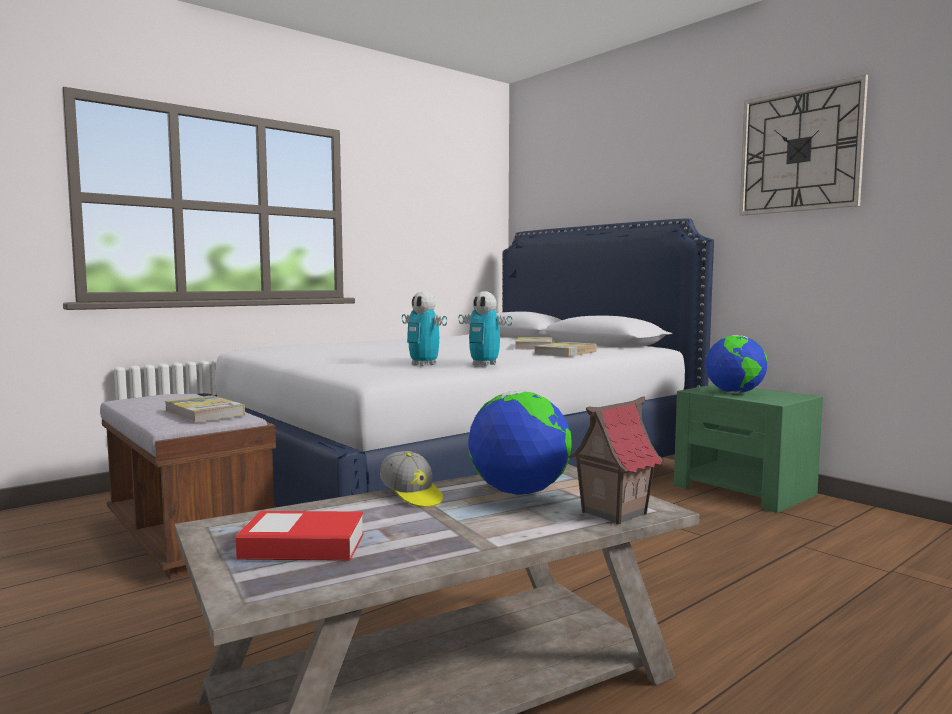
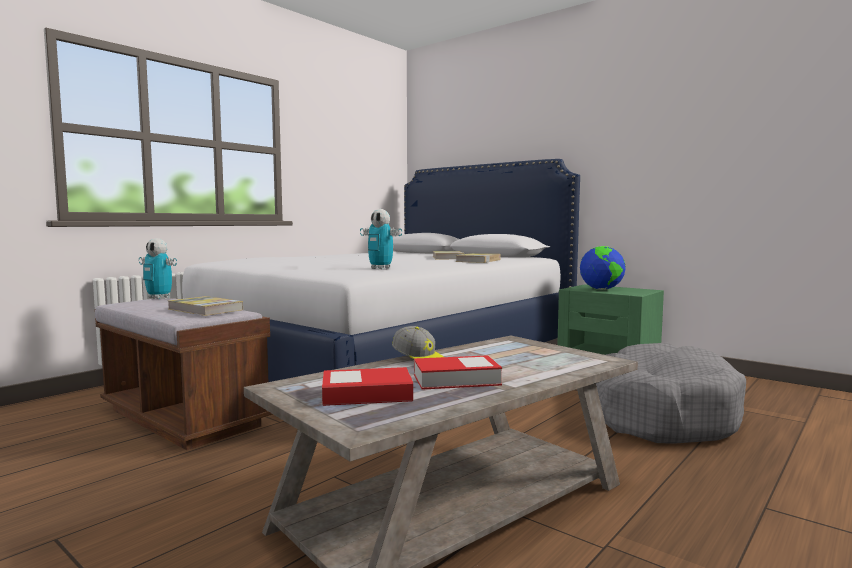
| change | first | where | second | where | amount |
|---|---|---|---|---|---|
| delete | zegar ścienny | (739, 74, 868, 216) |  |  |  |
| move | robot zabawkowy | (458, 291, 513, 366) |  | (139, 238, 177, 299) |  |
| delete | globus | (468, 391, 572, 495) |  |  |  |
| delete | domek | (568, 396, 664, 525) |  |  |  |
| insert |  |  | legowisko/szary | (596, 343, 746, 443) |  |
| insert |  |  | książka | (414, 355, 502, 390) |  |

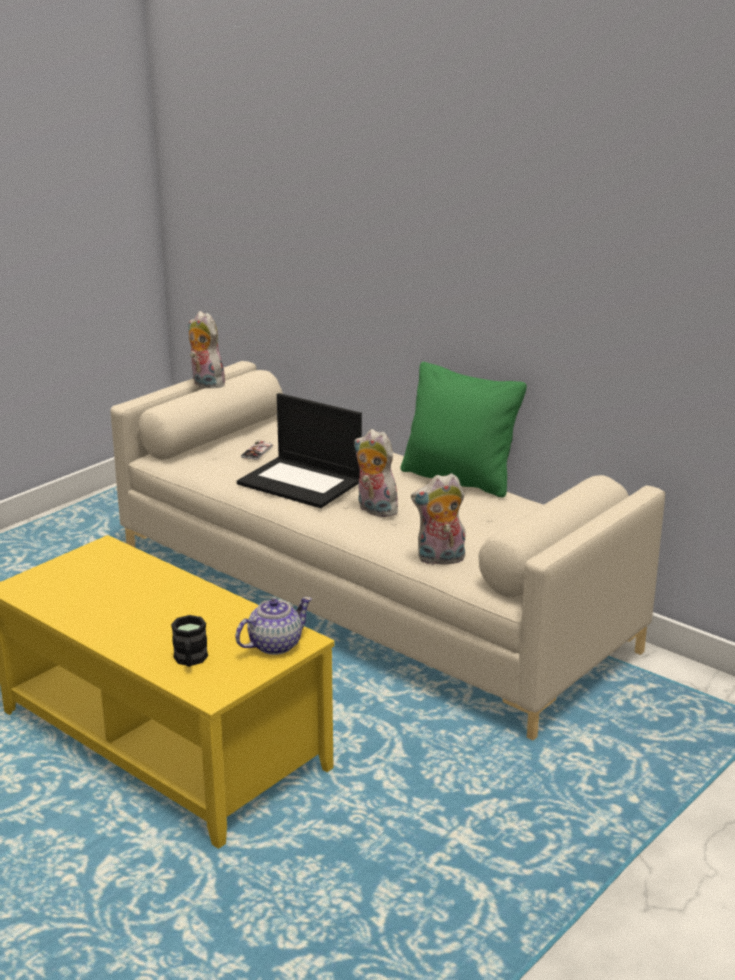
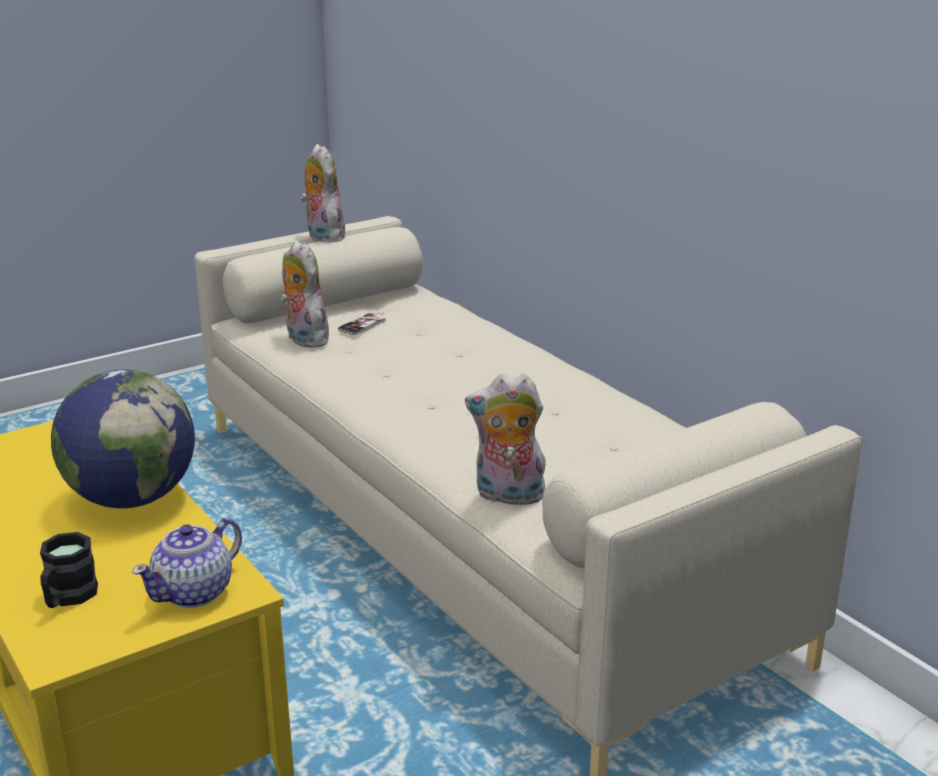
| change | first | where | second | where | amount |
|---|---|---|---|---|---|
| delete | poduszka/zielony | (400, 362, 527, 498) |  |  |  |
| delete | laptop | (237, 393, 362, 508) |  |  |  |
| move | pluszak | (354, 429, 402, 517) |  | (280, 240, 332, 348) |  |
| rotate | imbryk | (235, 597, 312, 655) |  | (132, 518, 242, 608) | 150 degrees clockwise |
| insert |  |  | globus | (51, 369, 195, 509) |  |

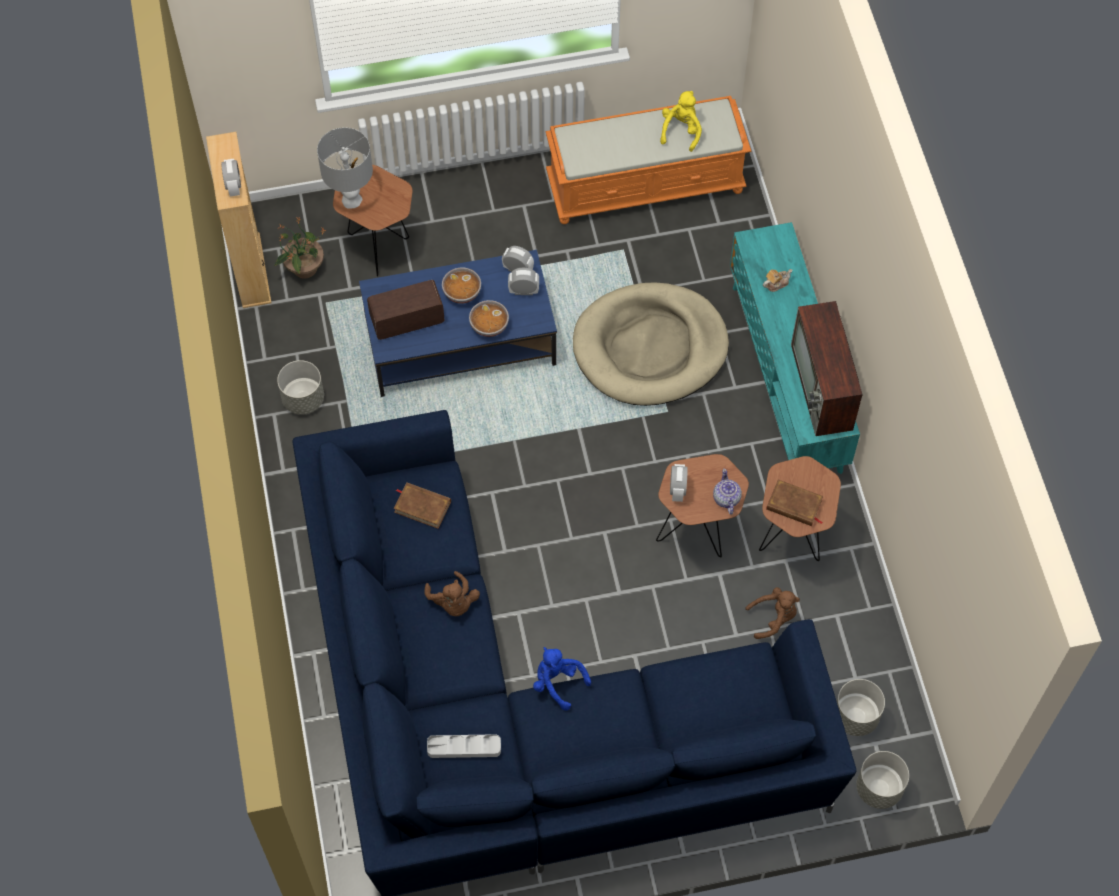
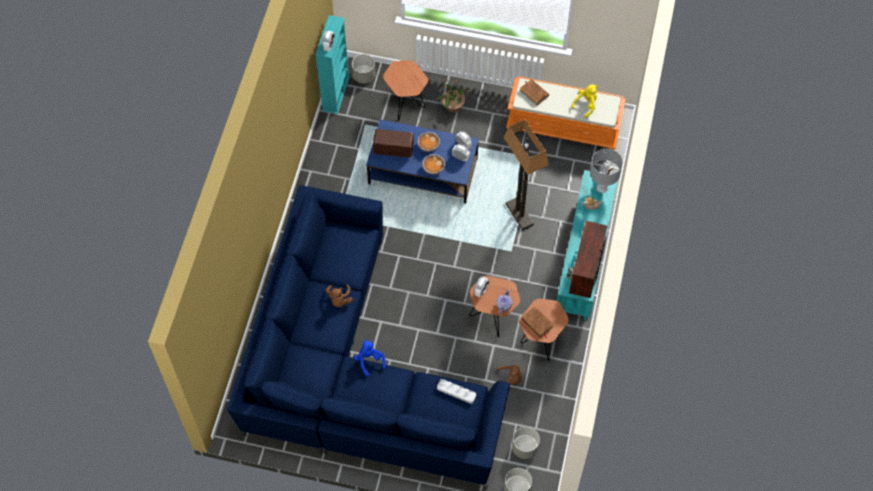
| change | first | where | second | where | amount |
|---|---|---|---|---|---|
| move | lampa stołowa/szary | (317, 127, 373, 209) |  | (590, 149, 623, 193) |  |
| recolor | regał/beżowy | (206, 132, 271, 308) | regał/turkusowy | (315, 15, 350, 114) |  |
| move | roślina doniczkowa | (274, 218, 326, 279) |  | (436, 78, 469, 113) |  |
| replace | legowisko/beżowy | (573, 282, 729, 406) | lampa stojąca | (504, 119, 549, 230) |  |
| move | donica/szary | (277, 360, 324, 415) |  | (352, 54, 376, 83) |  |
| move | książka/brązowy | (394, 482, 451, 529) |  | (520, 79, 549, 106) |  |
| move | taca/szary | (427, 734, 501, 758) |  | (437, 379, 476, 404) |  |

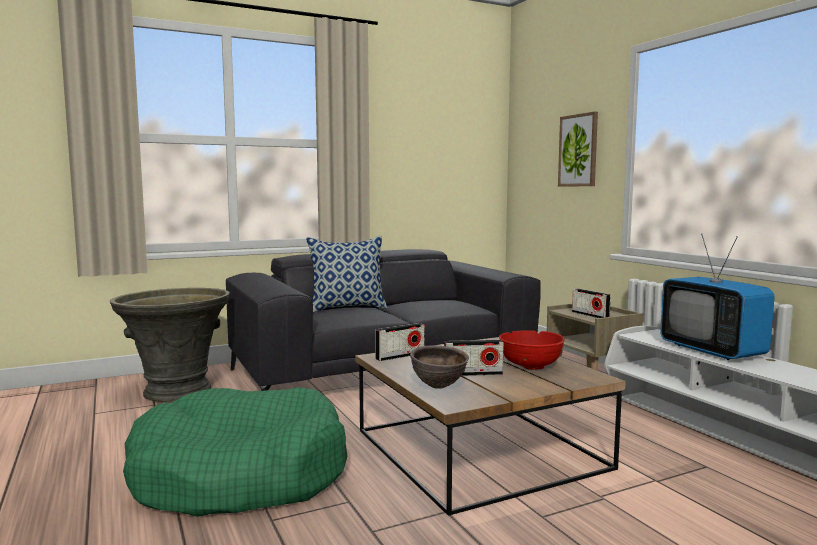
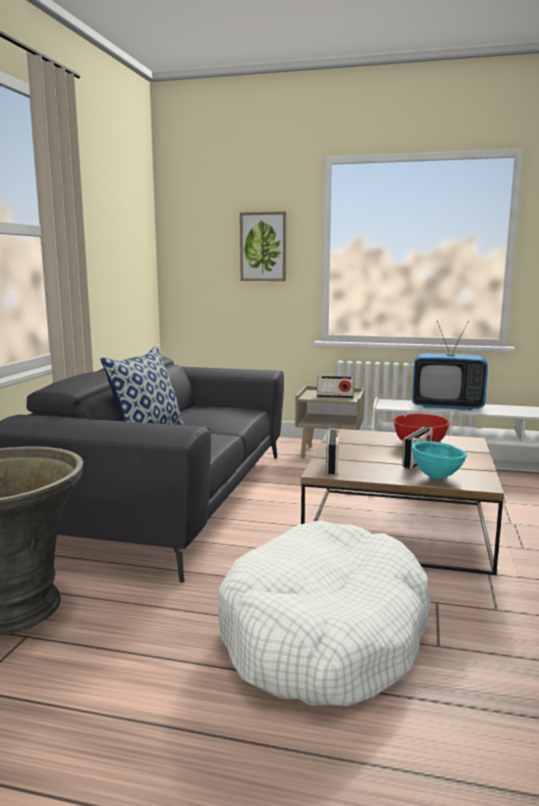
| change | first | where | second | where | amount |
|---|---|---|---|---|---|
| recolor | miska/brązowy | (410, 345, 469, 389) | miska/turkusowy | (412, 441, 467, 480) |  |
| recolor | legowisko/zielony | (123, 387, 347, 517) | legowisko/biały | (217, 520, 431, 706) |  |

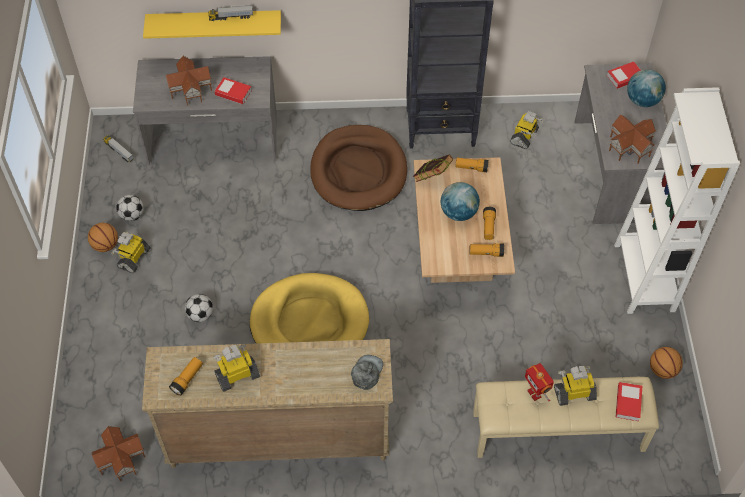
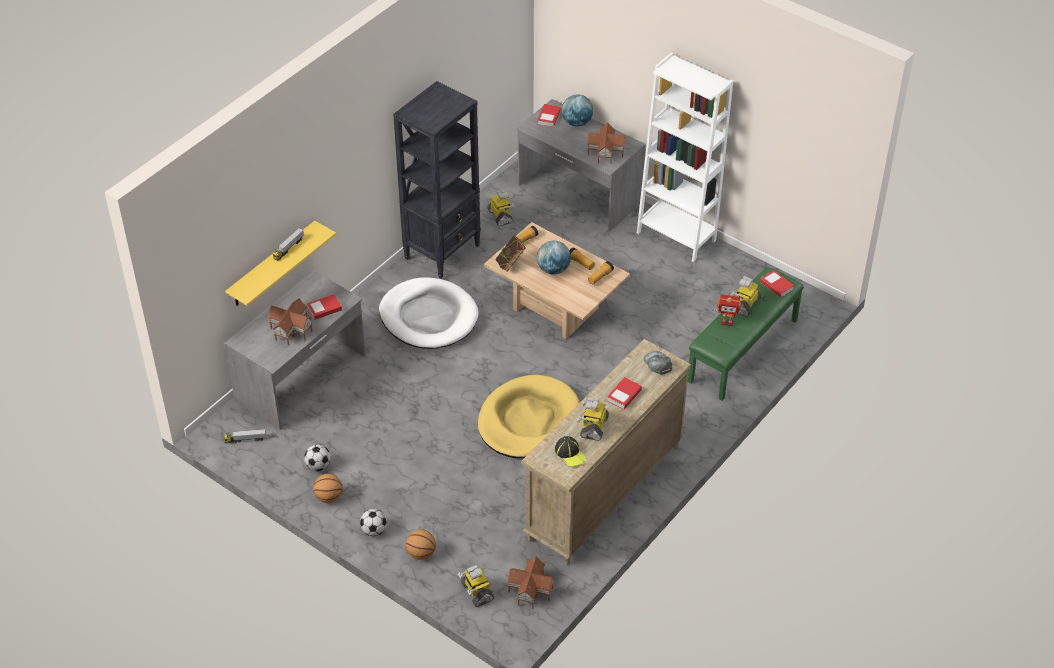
| change | first | where | second | where | amount |
|---|---|---|---|---|---|
| recolor | legowisko/brązowy | (310, 125, 407, 211) | legowisko/biały | (379, 277, 478, 349) |  |
| move | robot zabawkowy | (111, 231, 151, 273) |  | (458, 565, 494, 607) |  |
| move | piłka futbolowa | (185, 294, 213, 322) |  | (360, 509, 387, 536) |  |
| move | piłka do koszykówki | (650, 347, 683, 379) |  | (406, 530, 436, 560) |  |
| replace | latarka | (169, 357, 203, 396) | czapka z daszkiem | (555, 436, 586, 467) |  |
| recolor | ławka/beżowy | (473, 377, 659, 458) | ławka/zielony | (687, 267, 804, 401) |  |
| insert |  |  | książka | (607, 377, 642, 410) |  |

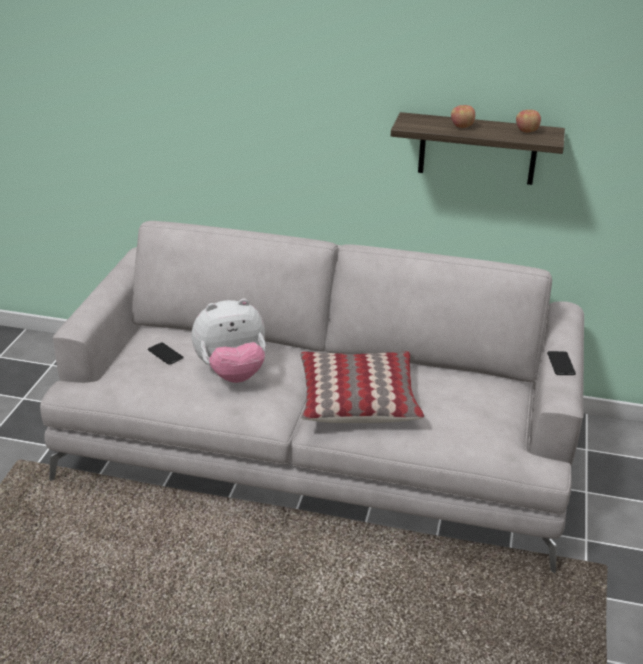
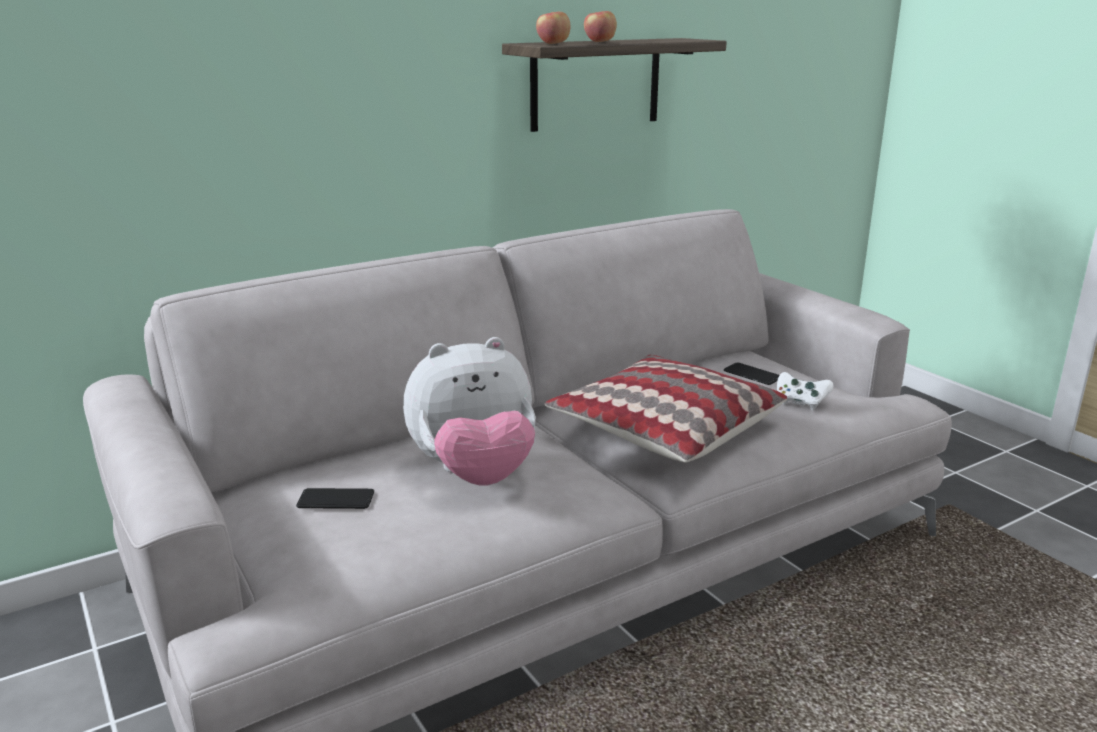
| change | first | where | second | where | amount |
|---|---|---|---|---|---|
| move | jabłko | (516, 110, 541, 133) |  | (536, 12, 571, 44) |  |
| rotate | pluszak | (192, 299, 266, 383) |  | (403, 337, 536, 486) | 45 degrees clockwise |
| move | telefon | (547, 351, 576, 375) |  | (724, 363, 779, 385) |  |
| insert |  |  | pad do gier/biały | (777, 372, 833, 410) |  |

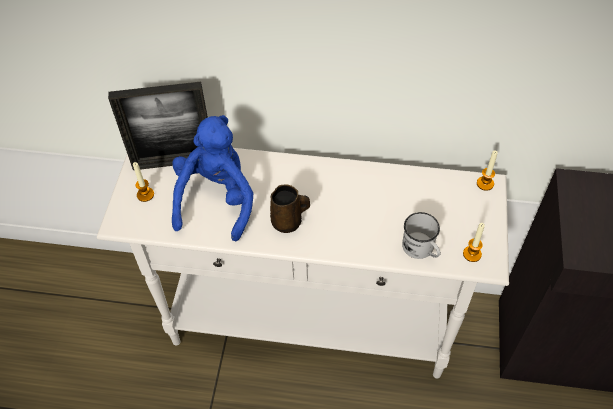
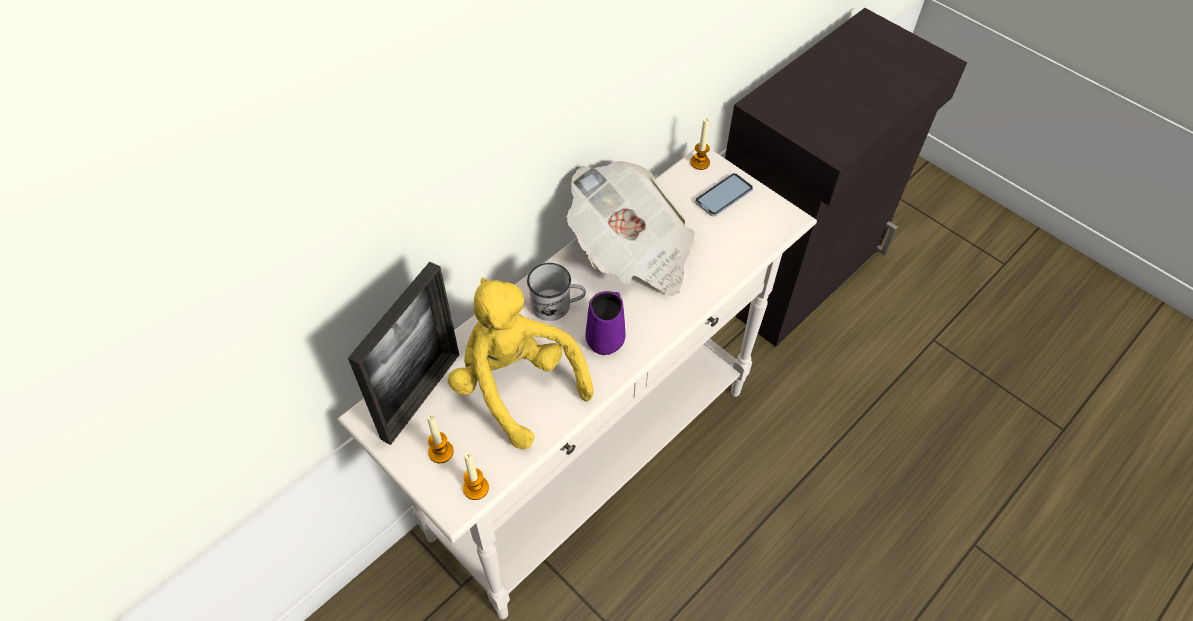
| change | first | where | second | where | amount |
|---|---|---|---|---|---|
| recolor | pluszak/niebieski | (172, 115, 254, 241) | pluszak/żółty | (448, 278, 594, 450) |  |
| recolor | kubek/brązowy | (270, 185, 310, 233) | kubek/fioletowy | (586, 291, 625, 355) |  |
| move | kubek/biały | (402, 212, 440, 259) |  | (527, 263, 586, 321) |  |
| move | świeca | (463, 223, 485, 262) |  | (463, 452, 489, 500) |  |
| insert |  |  | gazeta | (567, 161, 695, 296) |  |
| insert |  |  | telefon | (695, 173, 753, 216) |  |

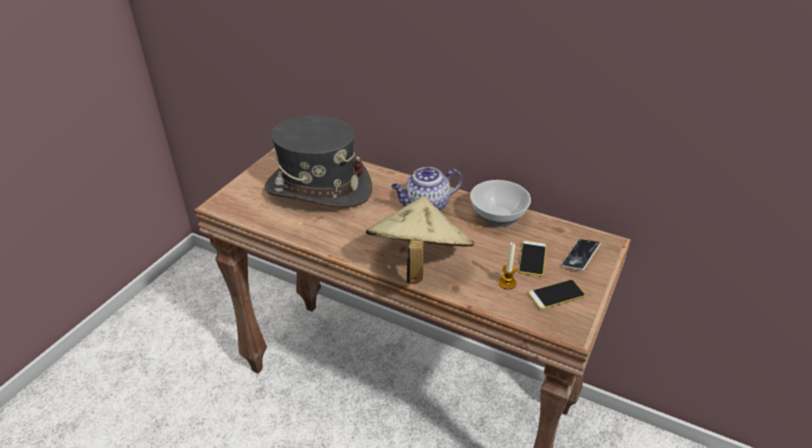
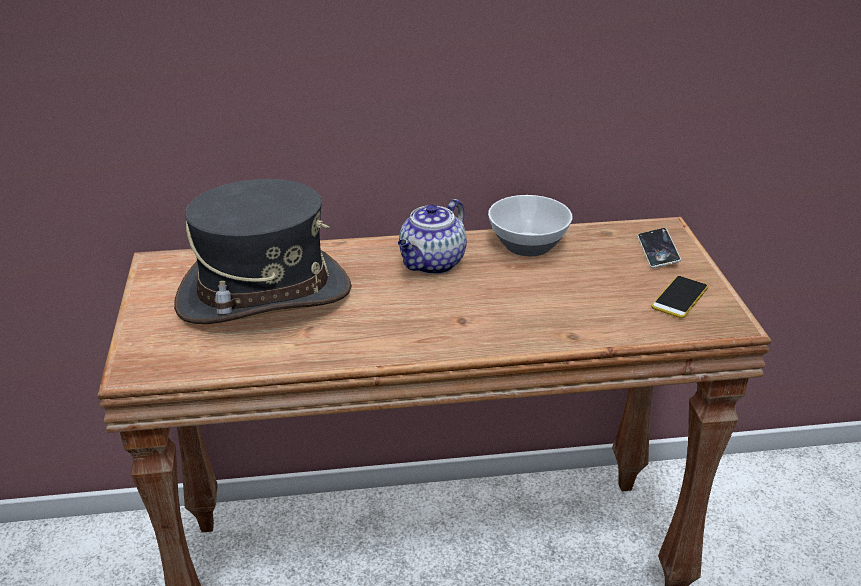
| change | first | where | second | where | amount |
|---|---|---|---|---|---|
| delete | kapelusz/beżowy | (366, 196, 474, 284) |  |  |  |
| delete | telefon | (518, 241, 547, 277) |  |  |  |
| delete | świeca | (498, 242, 516, 289) |  |  |  |

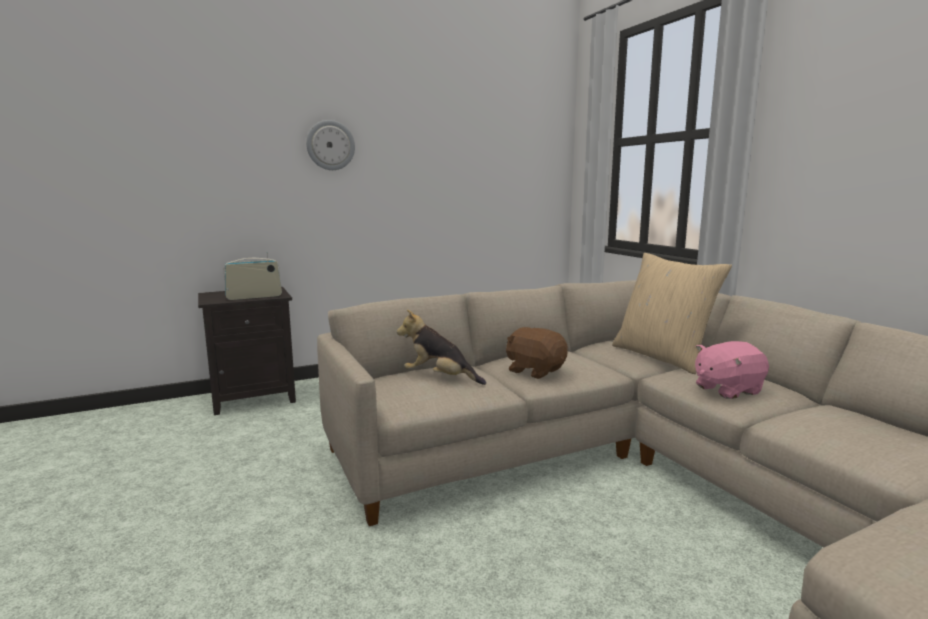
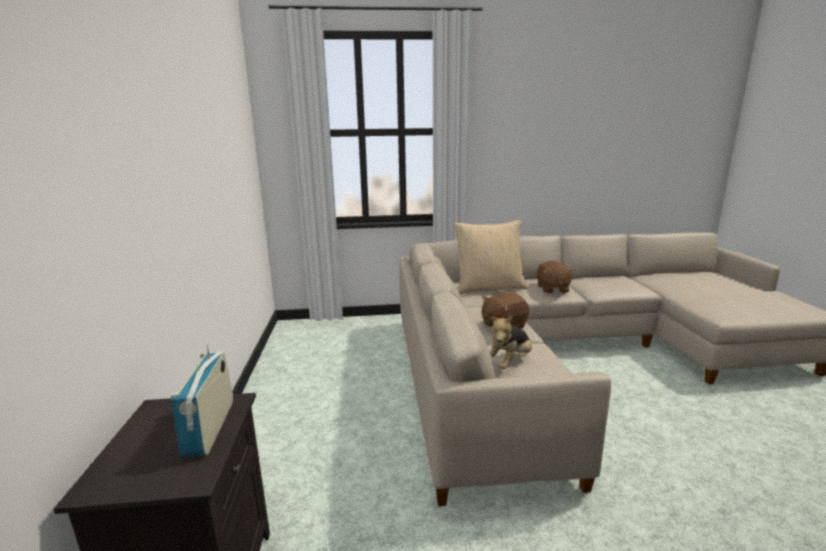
| change | first | where | second | where | amount |
|---|---|---|---|---|---|
| delete | zegar ścienny | (306, 120, 355, 170) |  |  |  |
| recolor | pluszak/różowy | (695, 341, 769, 399) | pluszak/brązowy | (537, 261, 575, 293) |  |

